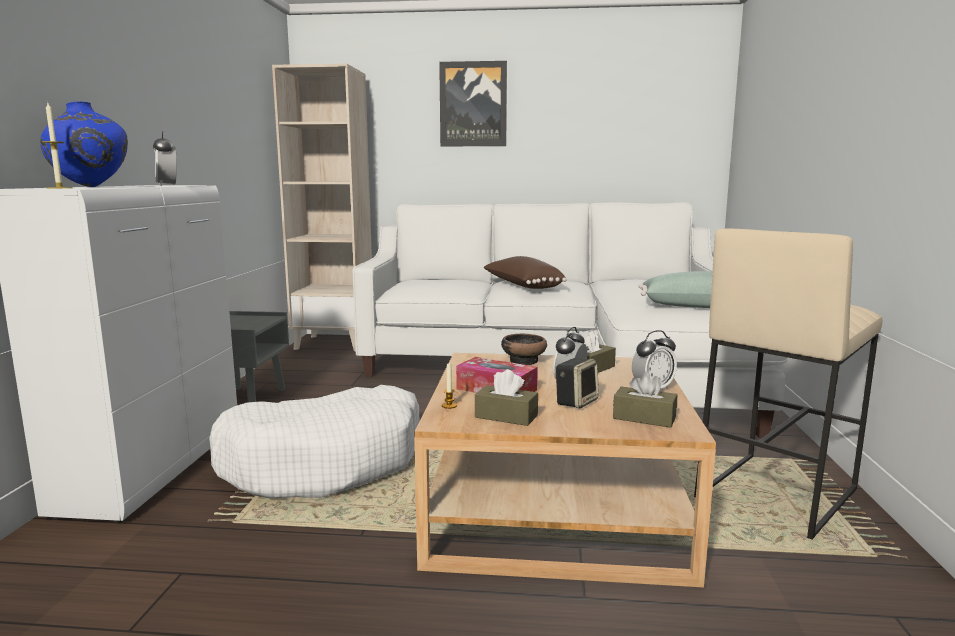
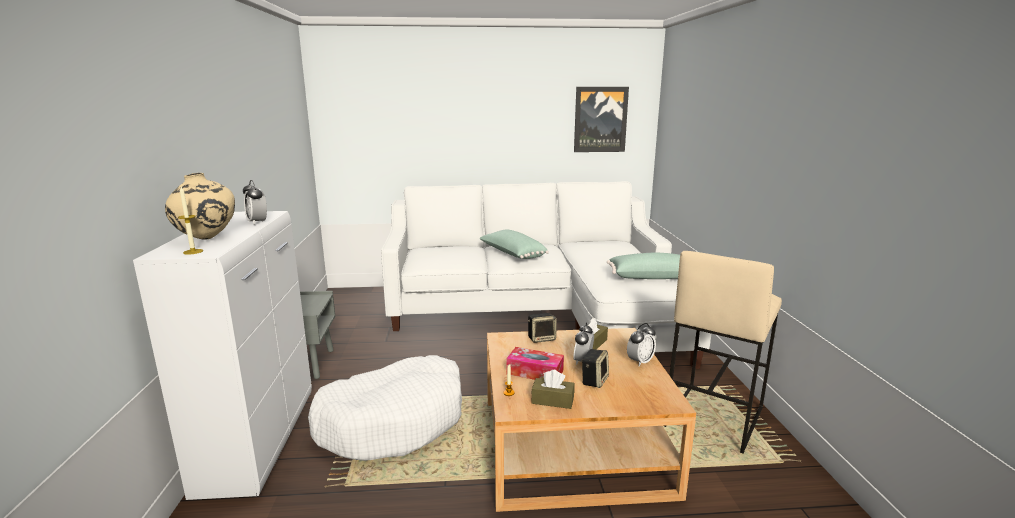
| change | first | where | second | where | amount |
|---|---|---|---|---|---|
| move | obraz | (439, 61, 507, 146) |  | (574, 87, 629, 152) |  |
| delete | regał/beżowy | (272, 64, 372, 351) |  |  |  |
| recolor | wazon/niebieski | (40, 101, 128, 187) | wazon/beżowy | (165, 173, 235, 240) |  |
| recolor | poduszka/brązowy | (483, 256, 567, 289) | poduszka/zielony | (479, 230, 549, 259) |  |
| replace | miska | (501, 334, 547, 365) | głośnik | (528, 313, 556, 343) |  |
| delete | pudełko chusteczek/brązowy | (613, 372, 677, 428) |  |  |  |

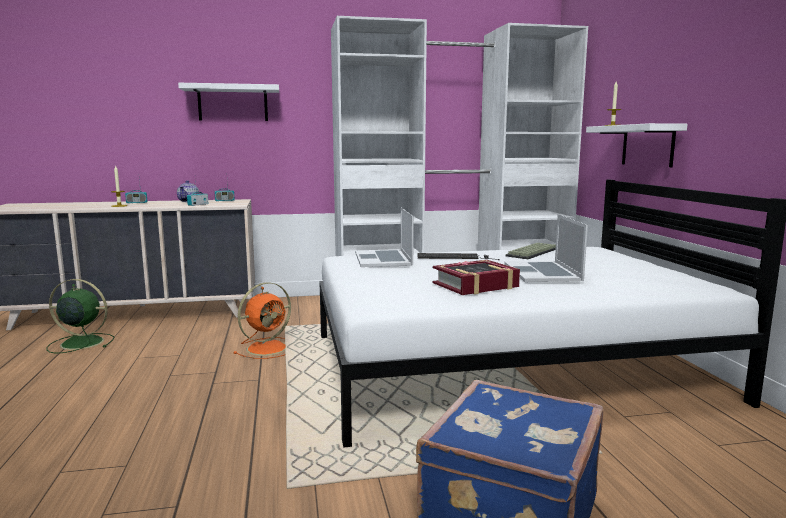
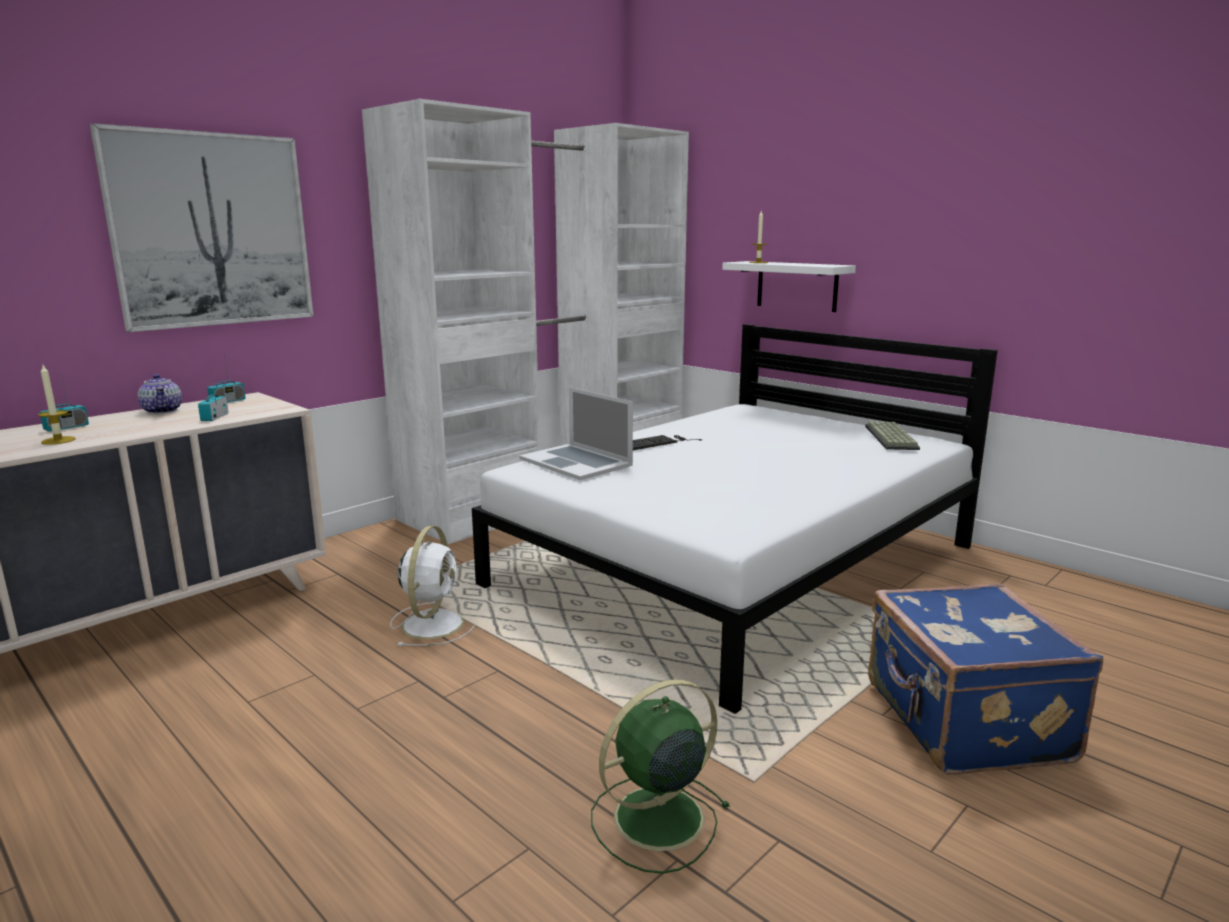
| change | first | where | second | where | amount |
|---|---|---|---|---|---|
| replace | półka/biały | (178, 83, 279, 121) | obraz | (90, 123, 314, 332) |  |
| delete | laptop | (504, 214, 588, 282) |  |  |  |
| move | klawiatura | (506, 243, 556, 259) |  | (865, 421, 920, 450) |  |
| delete | książka | (432, 260, 520, 295) |  |  |  |
| move | wentylator/zielony | (47, 279, 114, 353) |  | (591, 679, 731, 874) |  |
| recolor | wentylator/pomarańczowy | (233, 282, 291, 359) | wentylator/biały | (390, 526, 475, 646) |  |

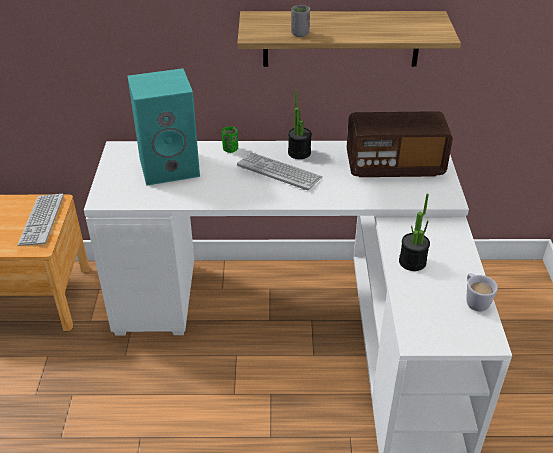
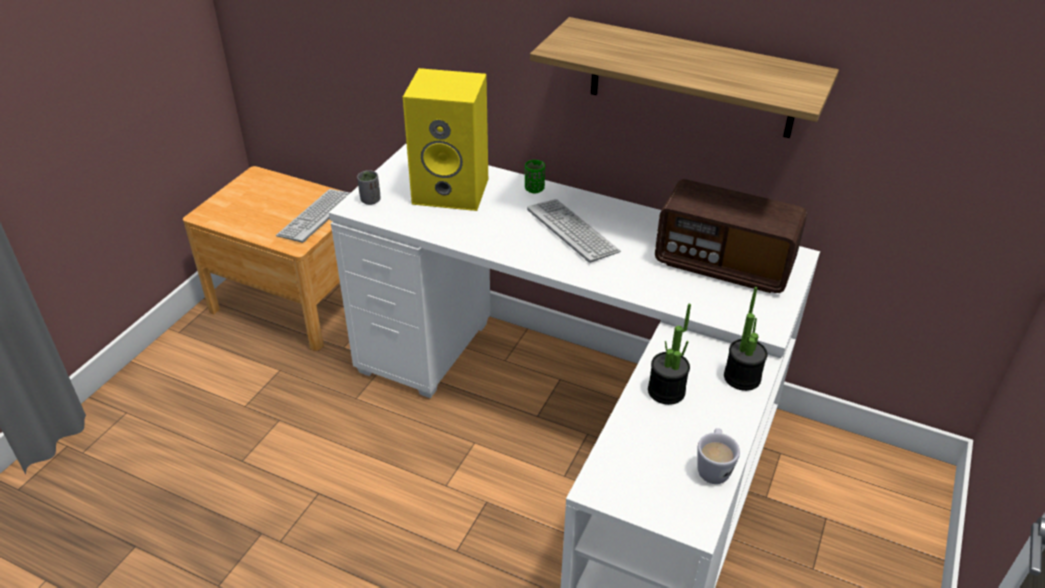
| change | first | where | second | where | amount |
|---|---|---|---|---|---|
| move | filiżanka/szary | (291, 5, 310, 37) |  | (357, 170, 381, 205) |  |
| recolor | głośnik/turkusowy | (127, 68, 200, 186) | głośnik/żółty | (403, 68, 488, 211) |  |
| move | roślina doniczkowa | (288, 89, 312, 159) |  | (724, 287, 767, 391) |  |

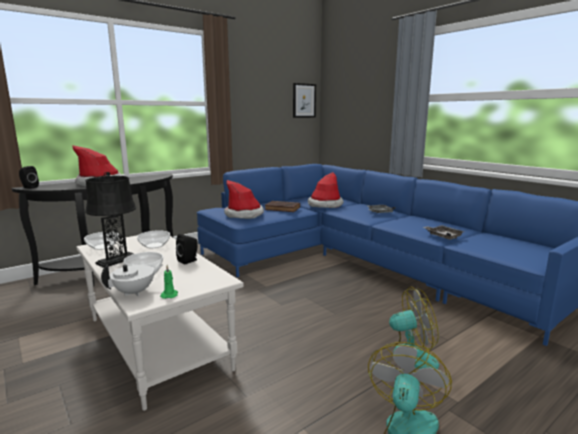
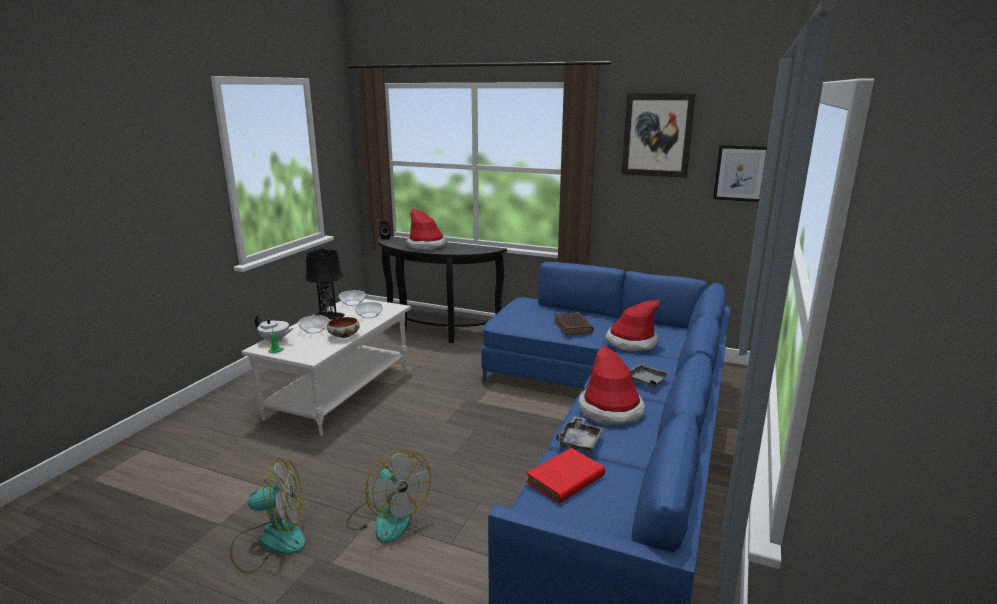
| change | first | where | second | where | amount |
|---|---|---|---|---|---|
| move | kapelusz | (224, 180, 264, 219) |  | (579, 346, 645, 426) |  |
| replace | głośnik/czarny | (176, 234, 198, 265) | miska | (327, 317, 360, 338) |  |
| insert |  |  | obraz | (621, 93, 696, 178) |  |
| insert |  |  | książka/czerwony | (526, 448, 605, 504) |  |

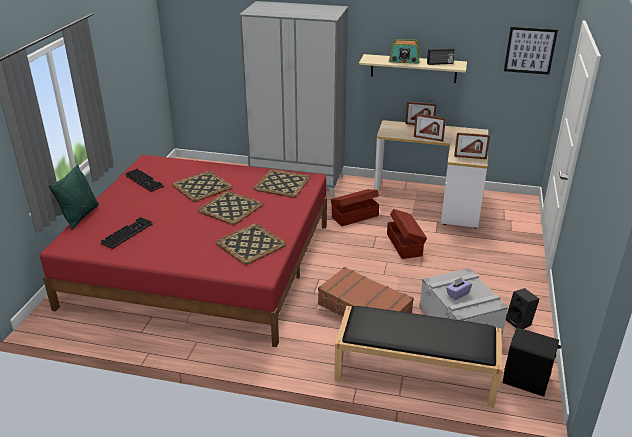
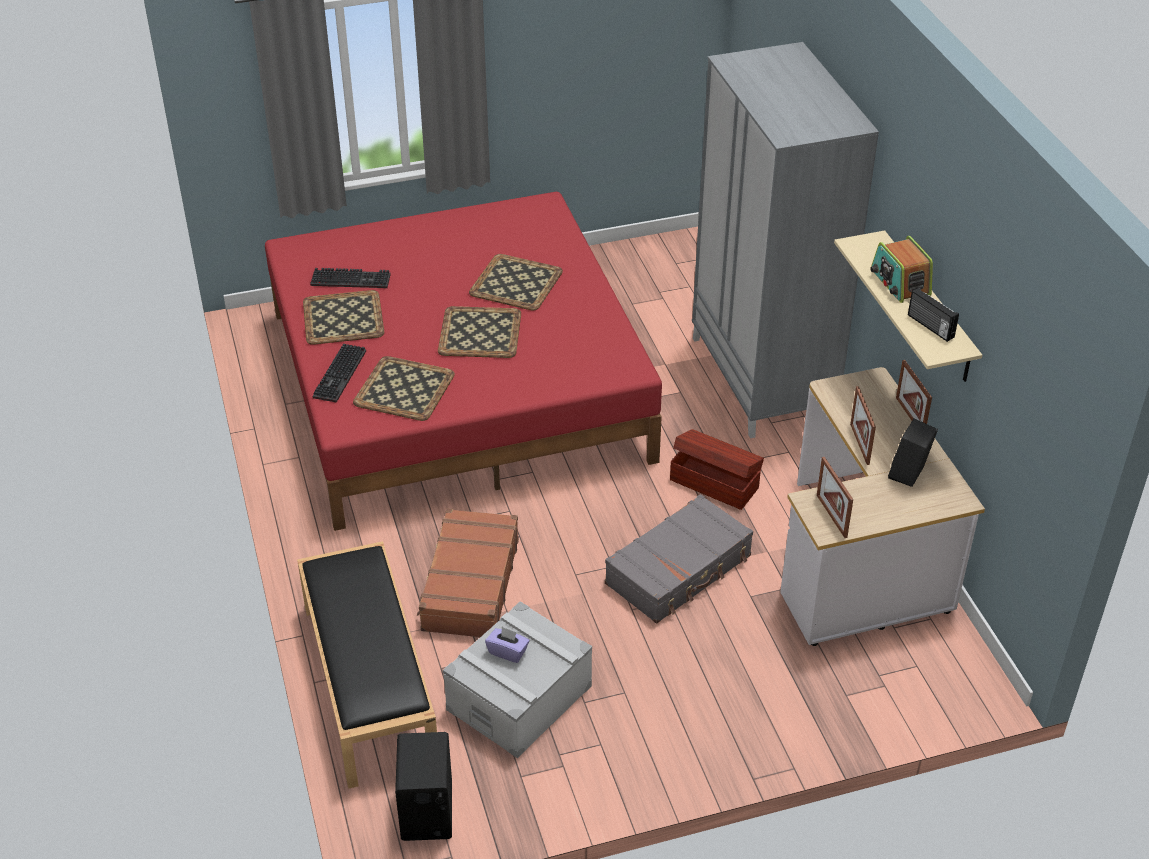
| change | first | where | second | where | amount |
|---|---|---|---|---|---|
| delete | obraz | (504, 27, 558, 75) |  |  |  |
| delete | poduszka/zielony | (48, 164, 99, 230) |  |  |  |
| move | klawiatura | (125, 169, 163, 192) |  | (313, 344, 366, 403) |  |
| move | taca | (253, 169, 311, 197) |  | (303, 290, 384, 345) |  |
| replace | pojemnik do przechowywania/brązowy | (387, 209, 427, 259) | walizka/szary | (605, 494, 753, 624) |  |
| move | głośnik/czarny | (506, 288, 539, 329) |  | (888, 418, 938, 487) |  |

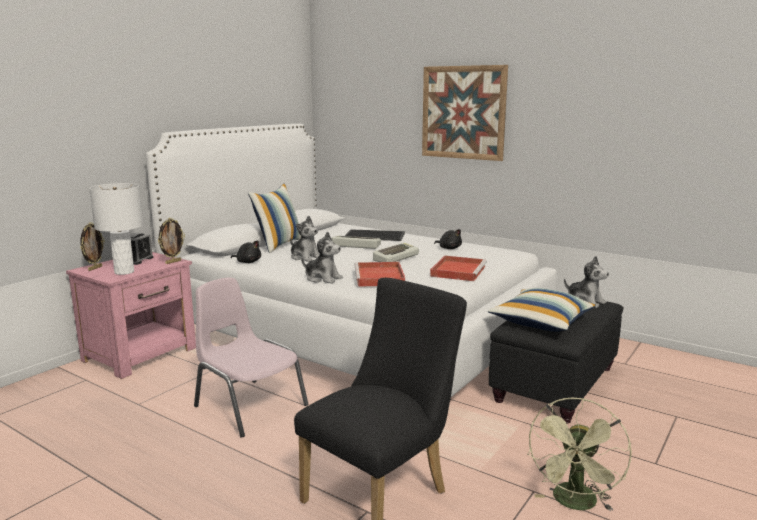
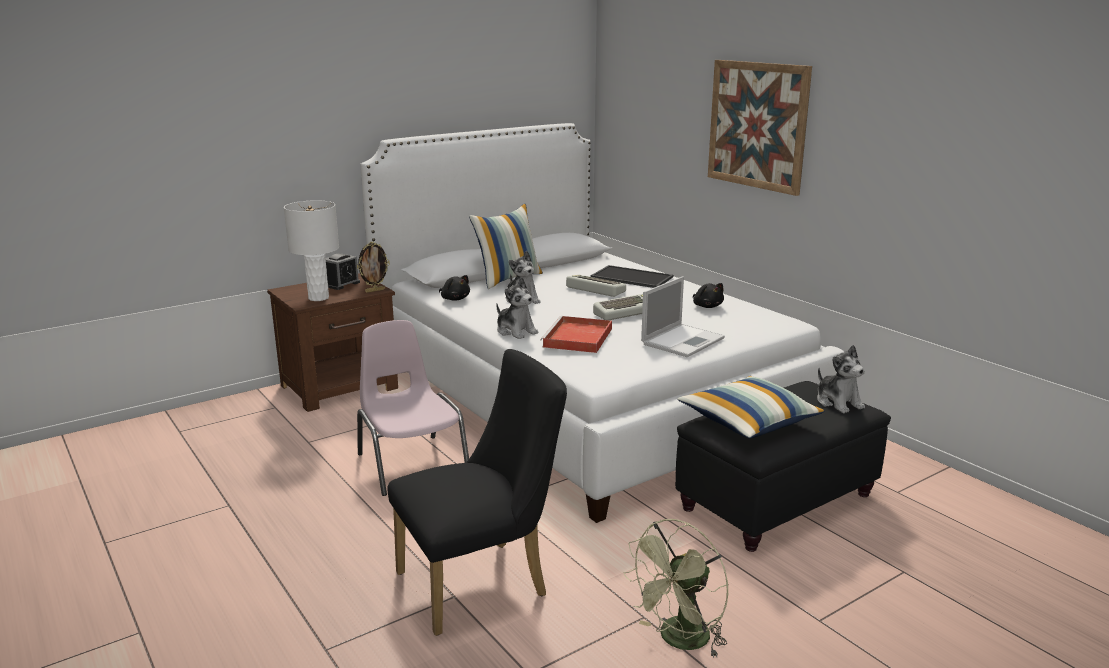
| change | first | where | second | where | amount |
|---|---|---|---|---|---|
| delete | ramka na zdjęcie | (80, 222, 105, 271) |  |  |  |
| recolor | szafka nocna/różowy | (66, 252, 196, 379) | szafka nocna/brązowy | (267, 273, 398, 412) |  |
| replace | taca/czerwony | (430, 256, 487, 281) | laptop | (641, 276, 725, 357) |  |

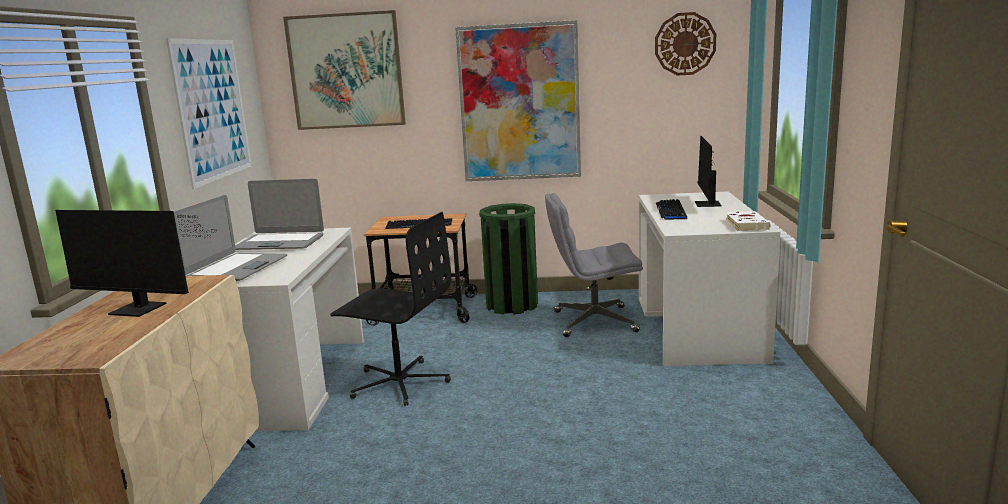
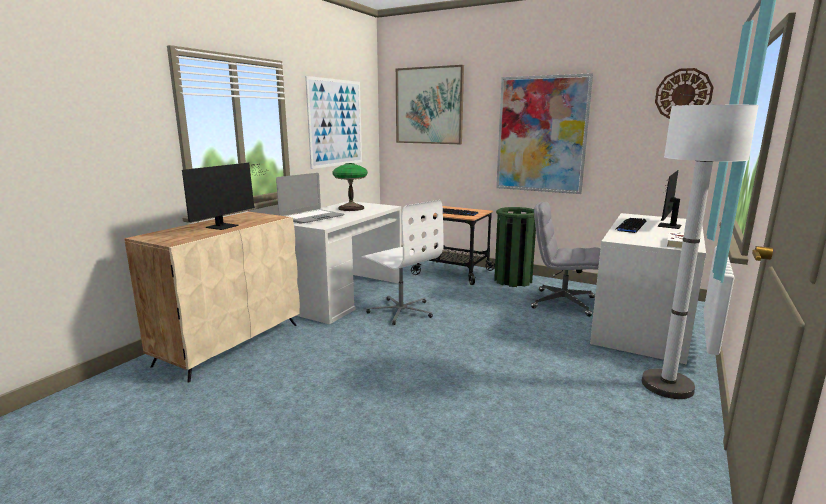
| change | first | where | second | where | amount |
|---|---|---|---|---|---|
| replace | laptop | (235, 179, 324, 250) | lampa stołowa | (332, 163, 368, 211) |  |
| rotate | monitor | (55, 210, 217, 317) |  | (182, 163, 265, 230) | 105 degrees counterclockwise |
| recolor | krzesło biurowe/czarny | (330, 212, 452, 406) | krzesło biurowe/biały | (362, 200, 444, 325) |  |
| insert |  |  | lampa stojąca/biały | (642, 104, 759, 399) |  |

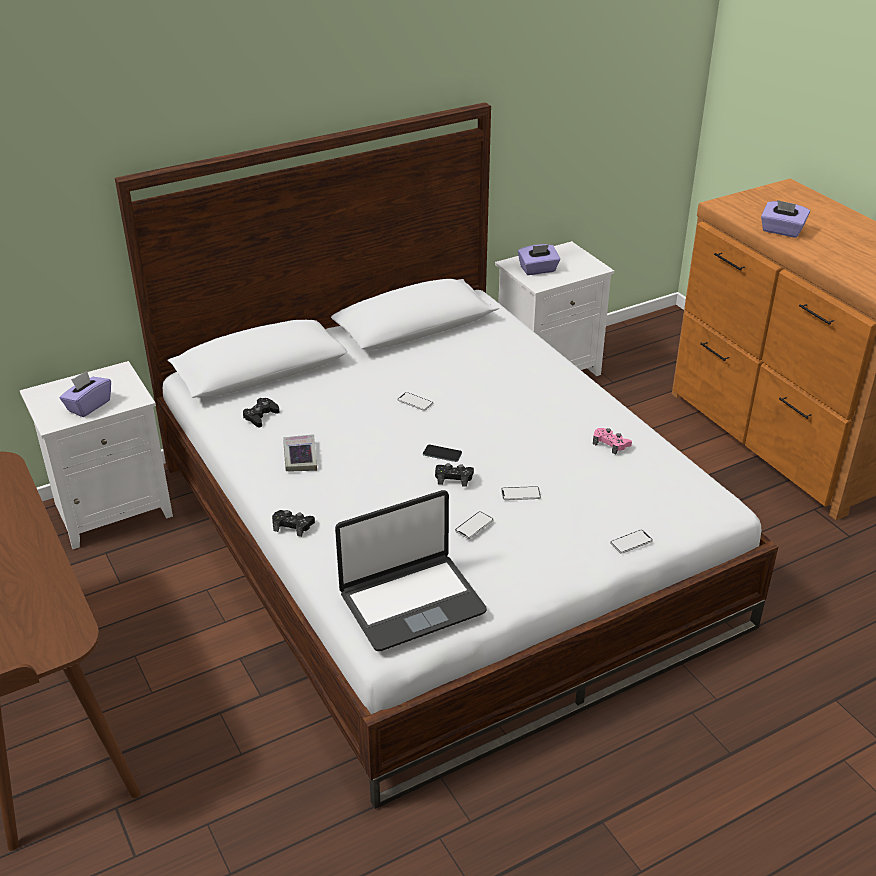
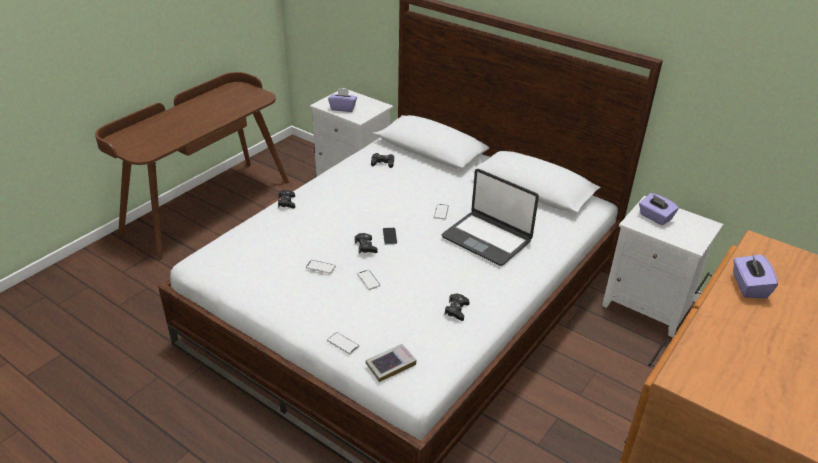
| change | first | where | second | where | amount |
|---|---|---|---|---|---|
| recolor | pad do gier/różowy | (593, 428, 632, 455) | pad do gier/czarny | (445, 294, 470, 321) |  |
| move | książka | (283, 434, 317, 471) |  | (366, 344, 417, 382) |  |
| move | laptop | (335, 490, 487, 651) |  | (442, 169, 539, 266) |  |

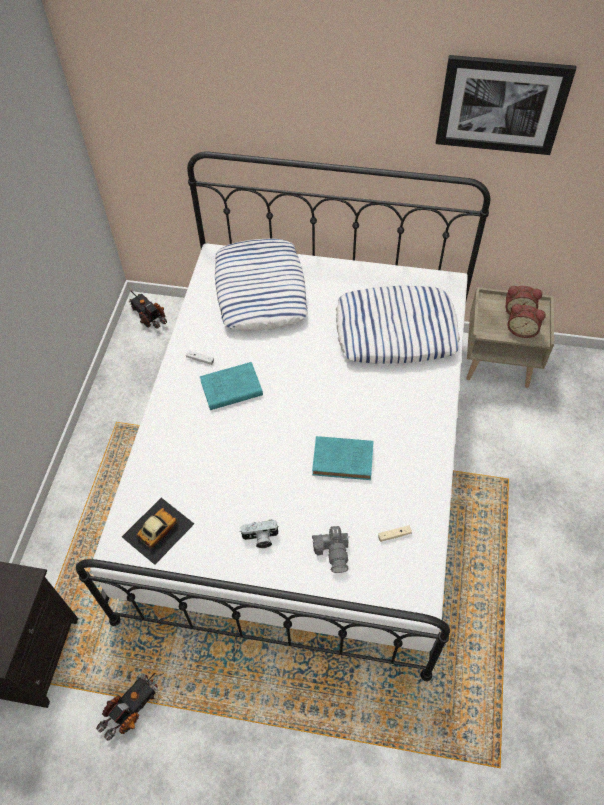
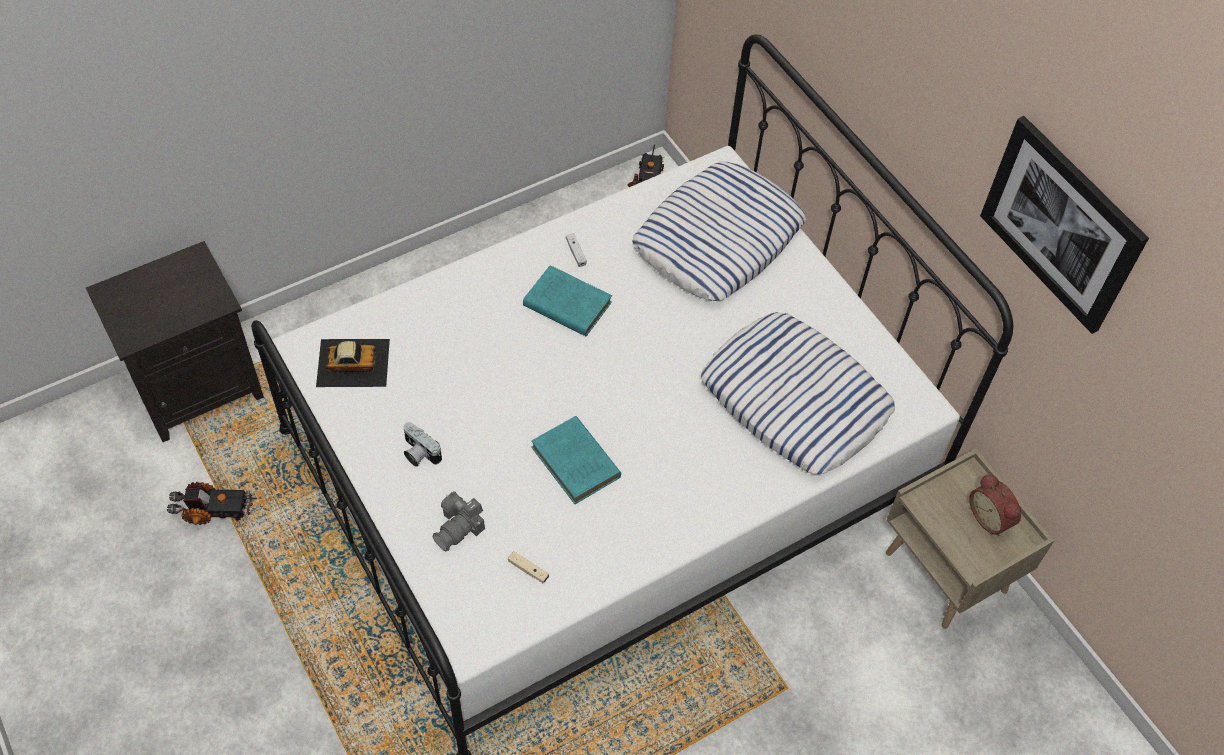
| change | first | where | second | where | amount |
|---|---|---|---|---|---|
| delete | budzik | (507, 304, 546, 338) |  |  |  |

